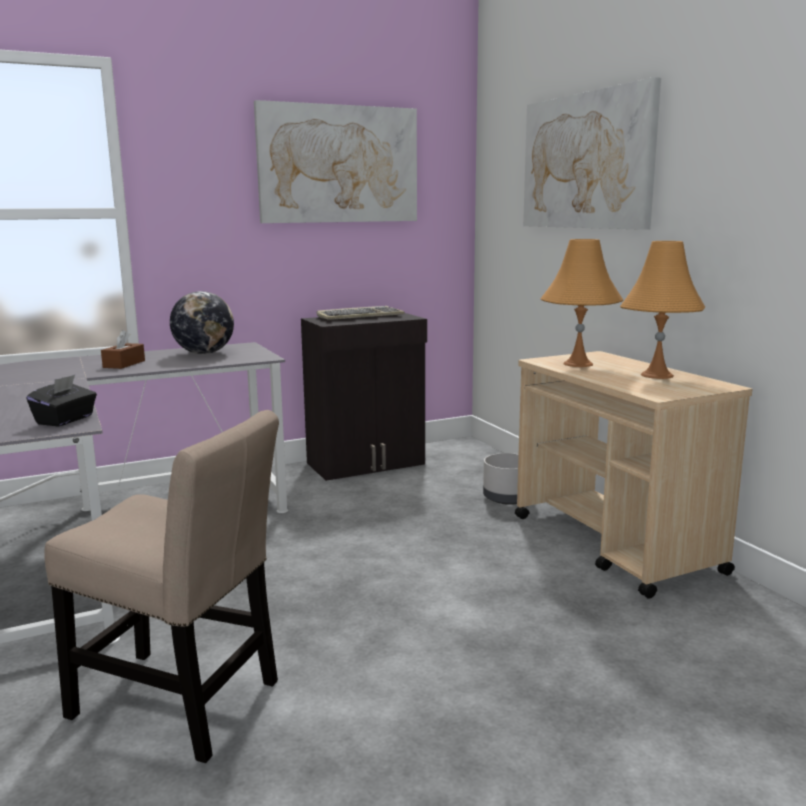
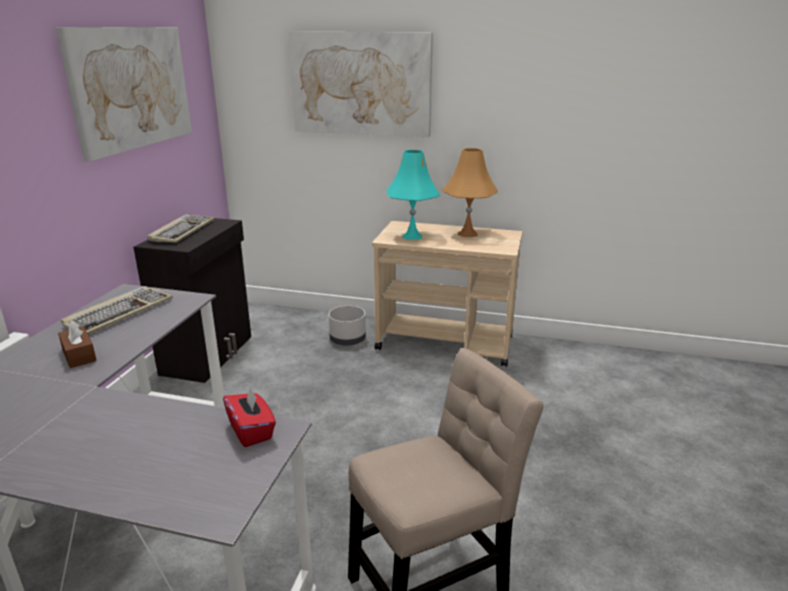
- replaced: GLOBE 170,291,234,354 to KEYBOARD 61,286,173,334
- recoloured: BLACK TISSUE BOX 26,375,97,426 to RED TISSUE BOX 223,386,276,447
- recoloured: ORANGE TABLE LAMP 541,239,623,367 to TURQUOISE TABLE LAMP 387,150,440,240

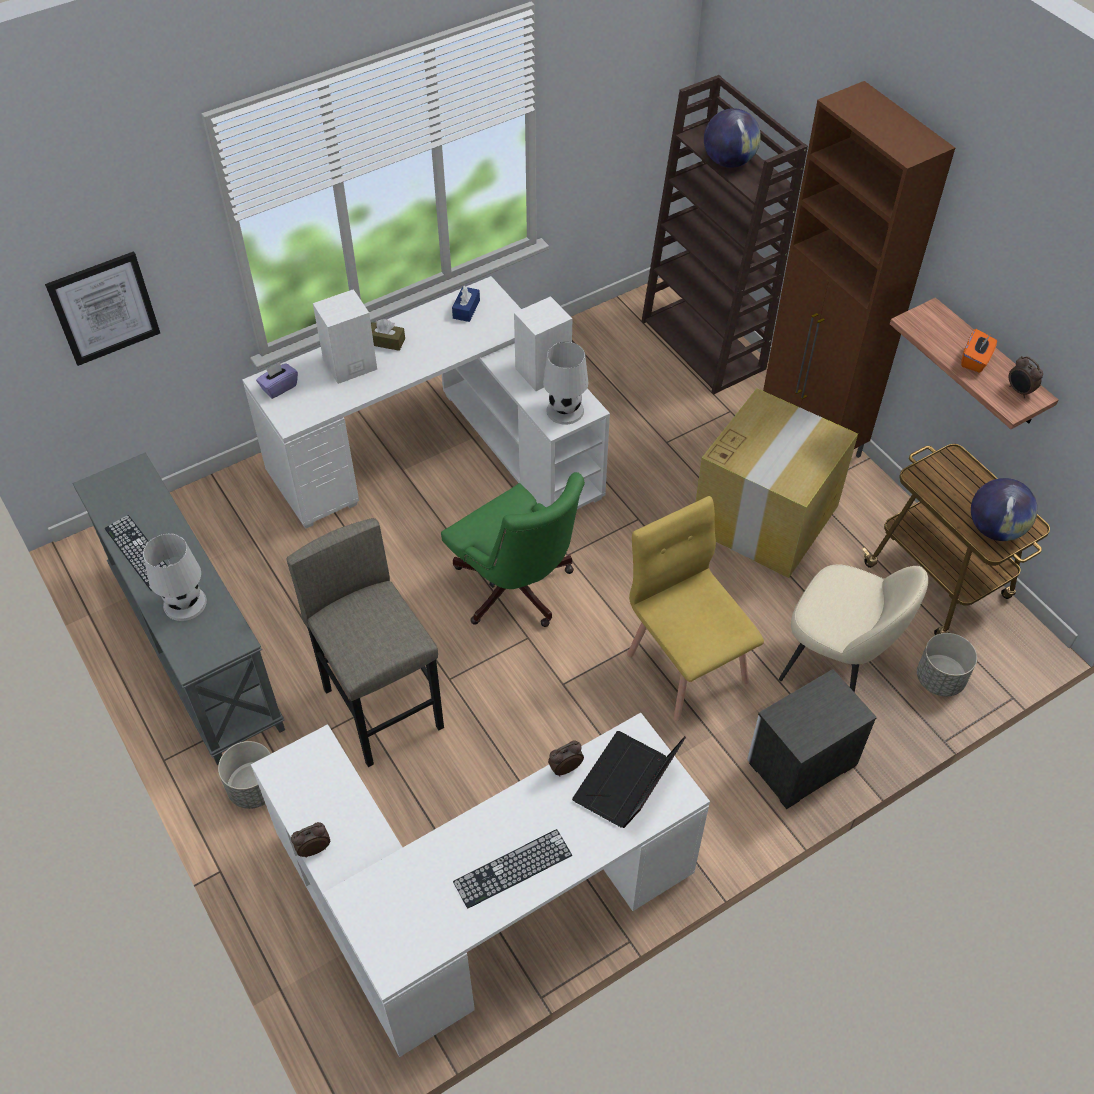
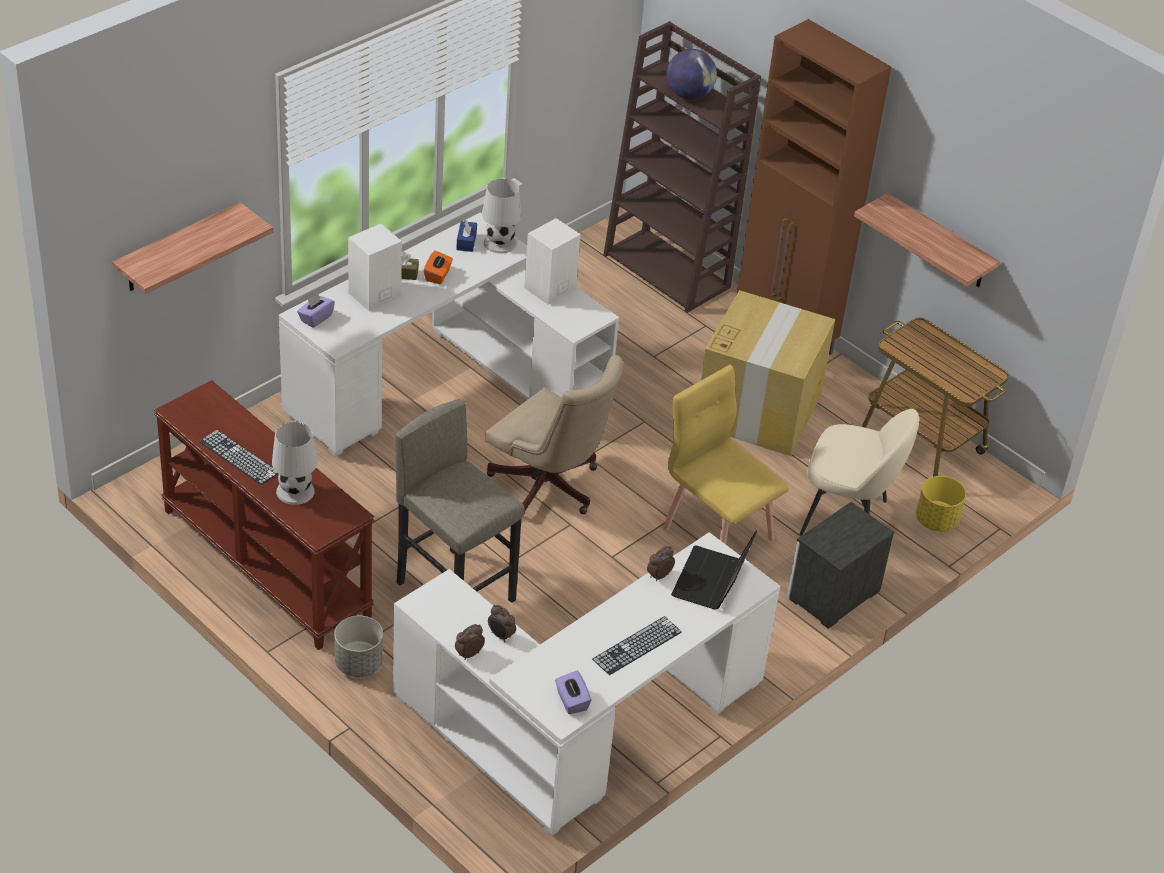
- replaced: PICTURE 45,251,160,366 to SHELF 112,202,273,294
- recoloured: GREY CONSOLE TABLE 73,453,285,765 to BROWN CONSOLE TABLE 154,380,374,650
- moved: ORANGE TISSUE BOX 961,329,997,373 to 424,250,453,284
- moved: WHITE TABLE LAMP 543,342,588,425 to 482,179,521,253
- recoloured: GREEN OFFICE CHAIR 441,472,585,627 to BEIGE OFFICE CHAIR 485,355,624,514
- moved: ALARM CLOCK 1009,356,1043,398 to 488,605,516,642
- added: PURPLE TISSUE BOX 555,670,591,714
- recoloured: GREY PLANTER 917,633,977,697 to YELLOW PLANTER 916,476,966,531
- removed: GLOBE 971,478,1038,541

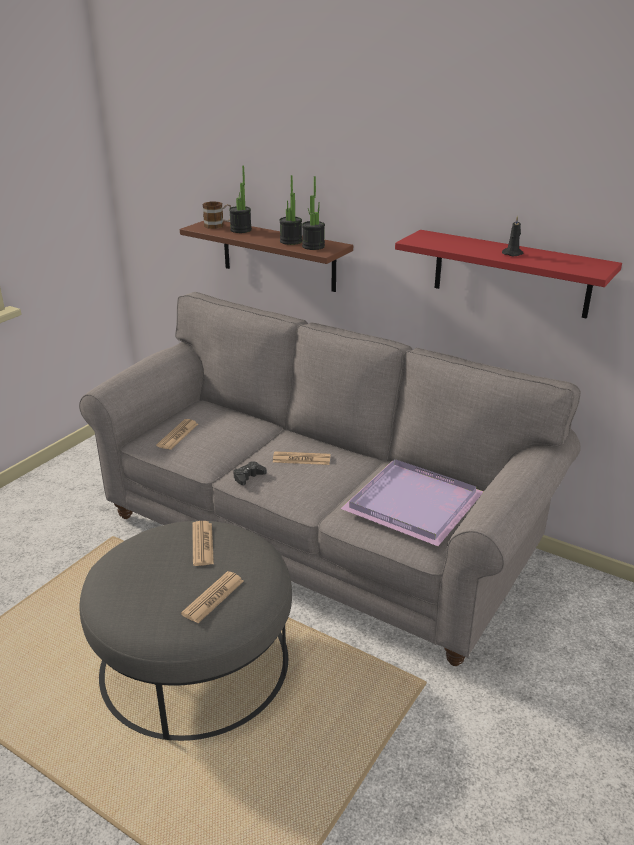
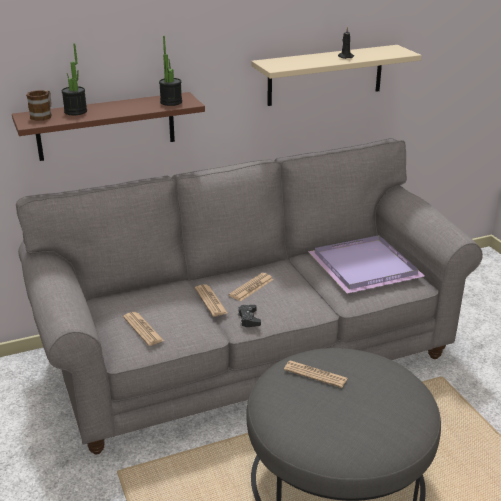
- moved: NEWSPAPER 181,571,244,623 to 195,284,228,316
- recoloured: RED SHELF 395,230,622,319 to BEIGE SHELF 251,45,422,106
- removed: POTTED PLANT 279,175,302,245

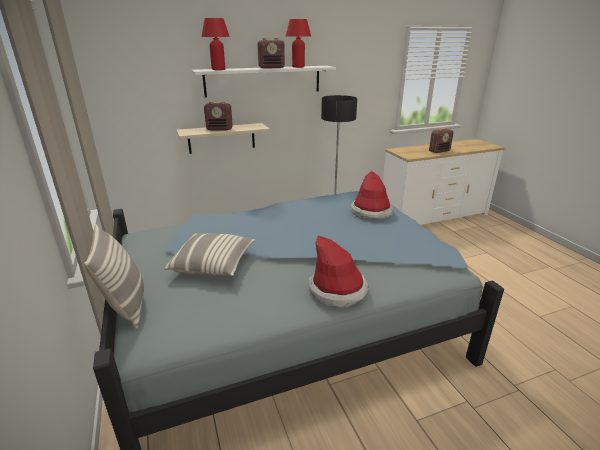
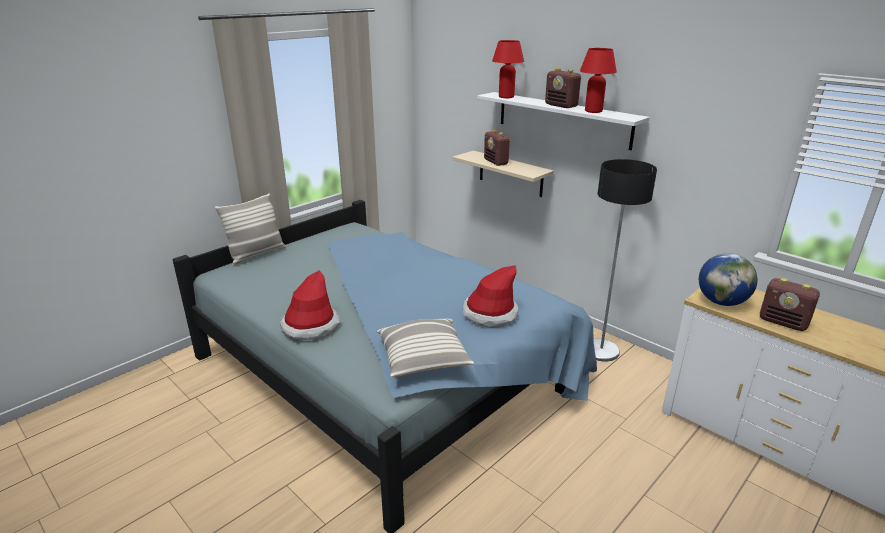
- moved: PILLOW 164,233,255,276 to 377,319,474,377
- added: GLOBE 699,253,757,306

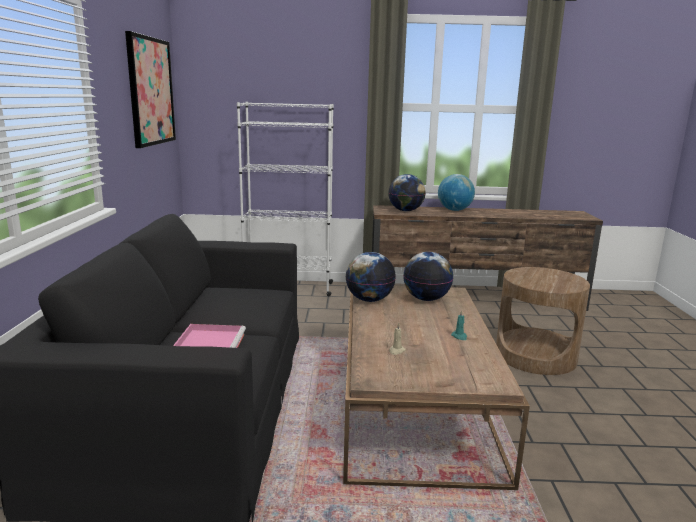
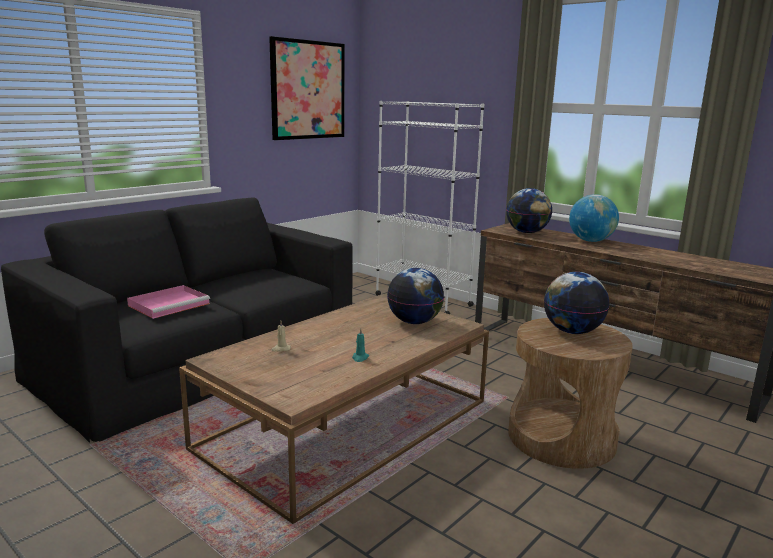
- moved: GLOBE 345,252,396,302 to 544,272,609,334

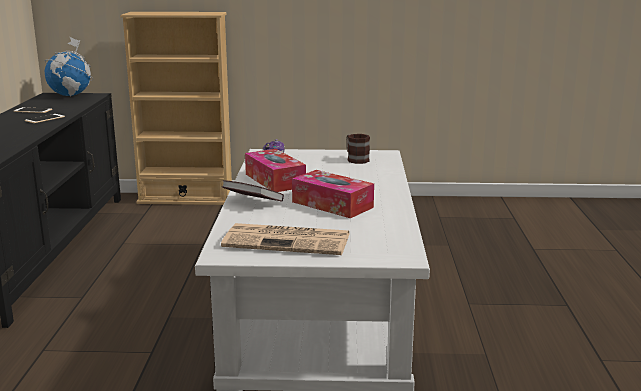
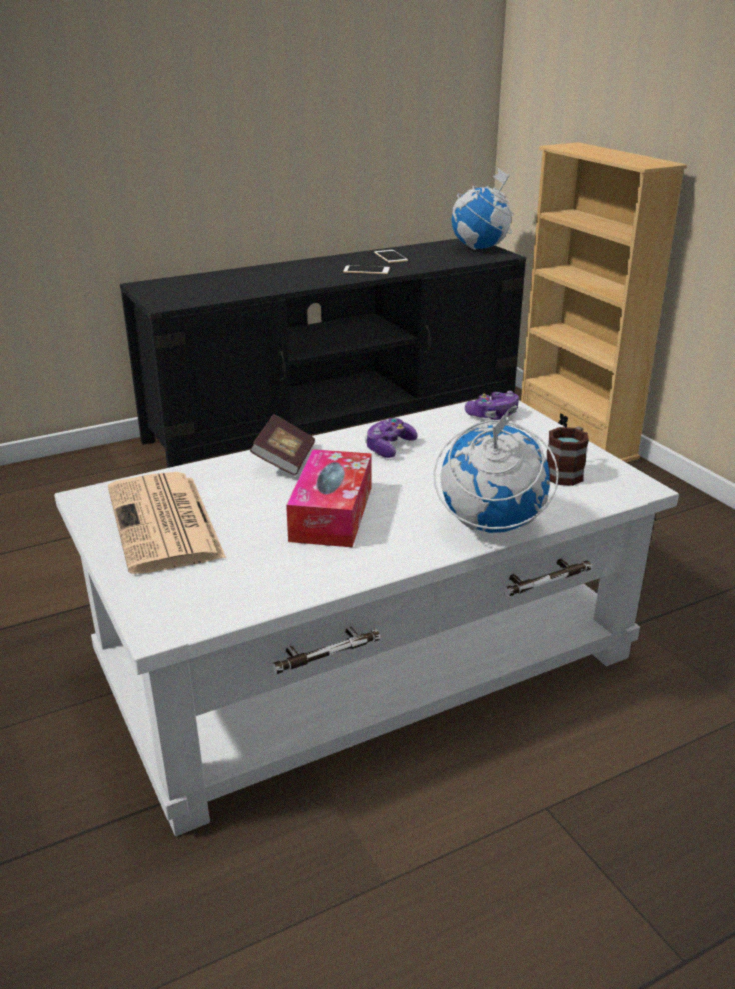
- replaced: TISSUE BOX 245,149,306,192 to GAME CONTROLLER 365,418,418,458
- added: GLOBE 433,408,559,533

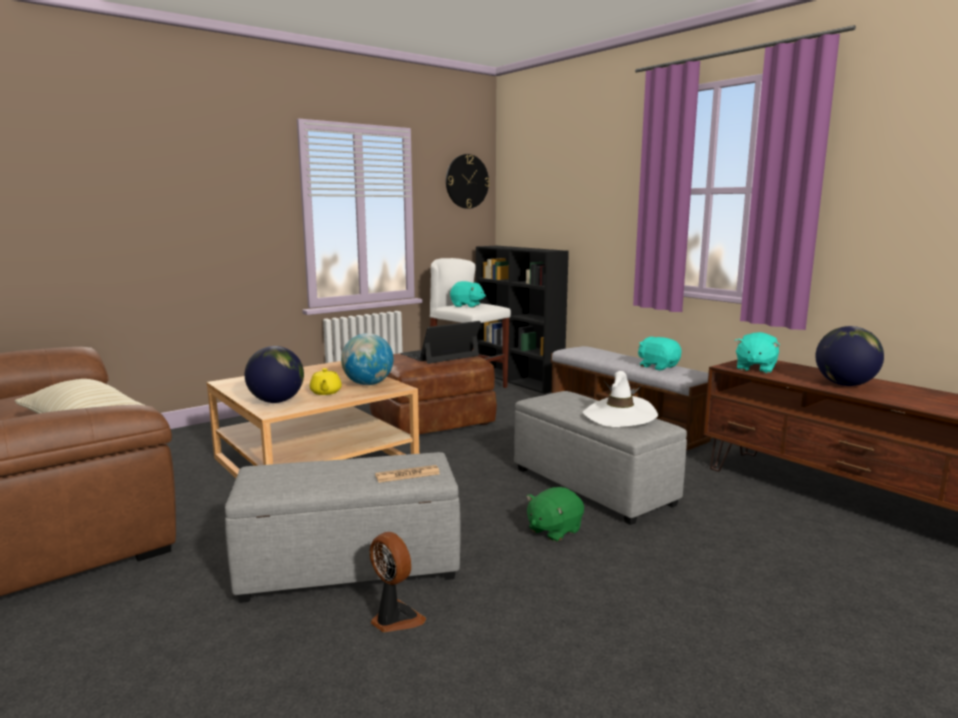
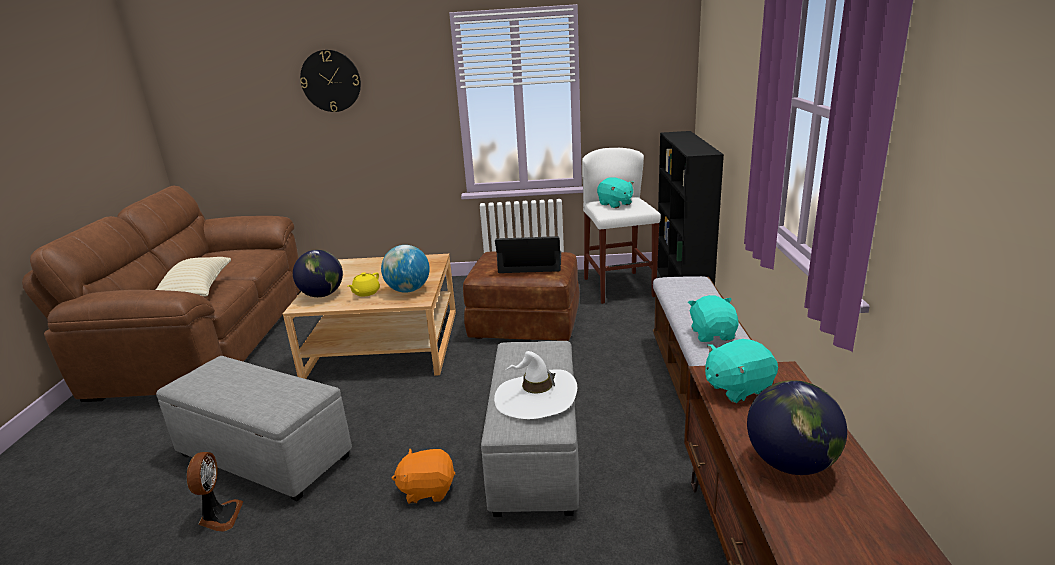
- moved: WALL CLOCK 446,154,490,209 to 300,50,361,112
- recoloured: GREEN PLUSH TOY 526,487,584,542 to ORANGE PLUSH TOY 392,448,455,504
- removed: NEWSPAPER 375,465,440,483

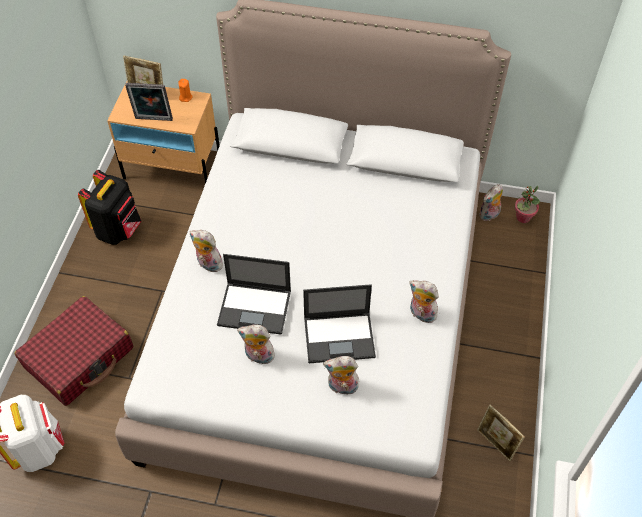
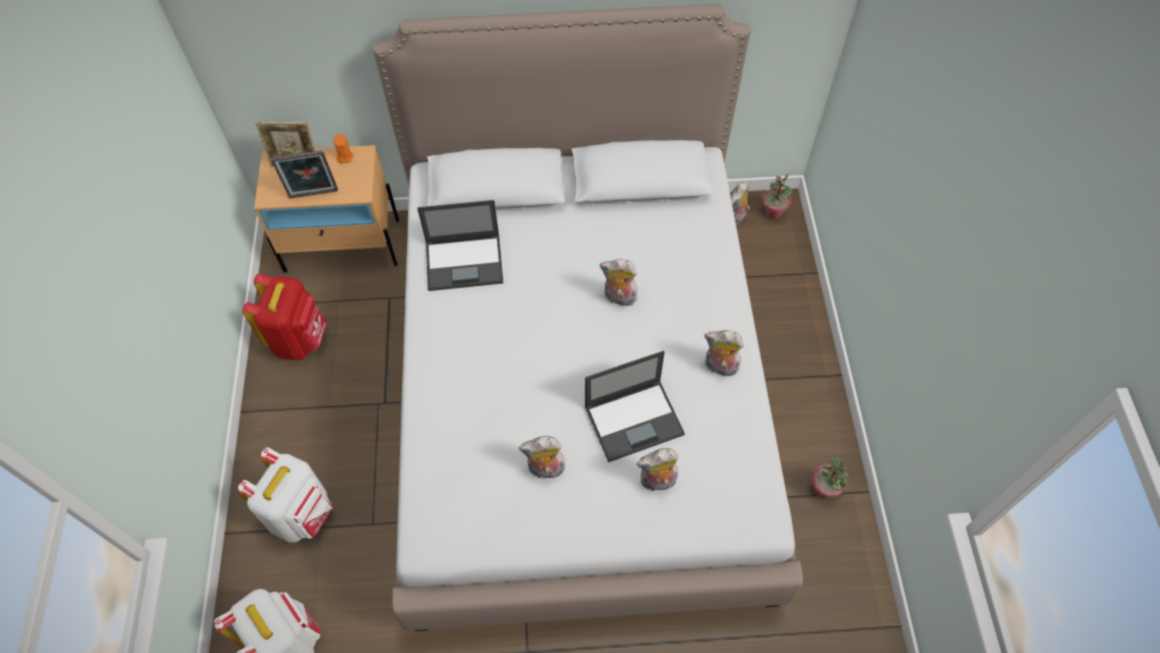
- replaced: RED SUITCASE 14,296,133,406 to WHITE BACKPACK 237,447,333,543
- recoloured: BLACK BACKPACK 78,170,141,245 to RED BACKPACK 243,273,327,360
- moved: LAPTOP 217,254,291,335 to 417,200,503,291
- moved: PLUSH TOY 189,230,223,272 to 600,259,640,306
- replaced: PICTURE FRAME 477,404,525,461 to POTTED PLANT 812,458,848,499

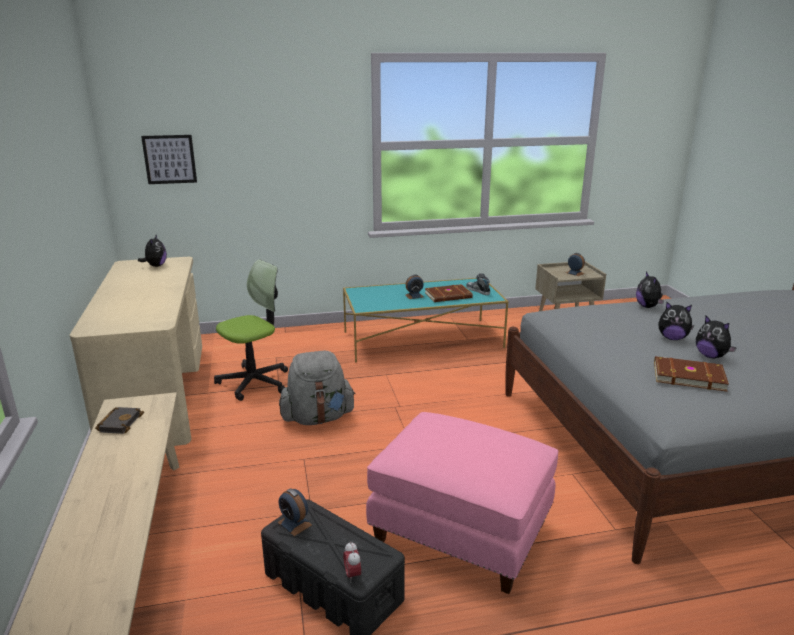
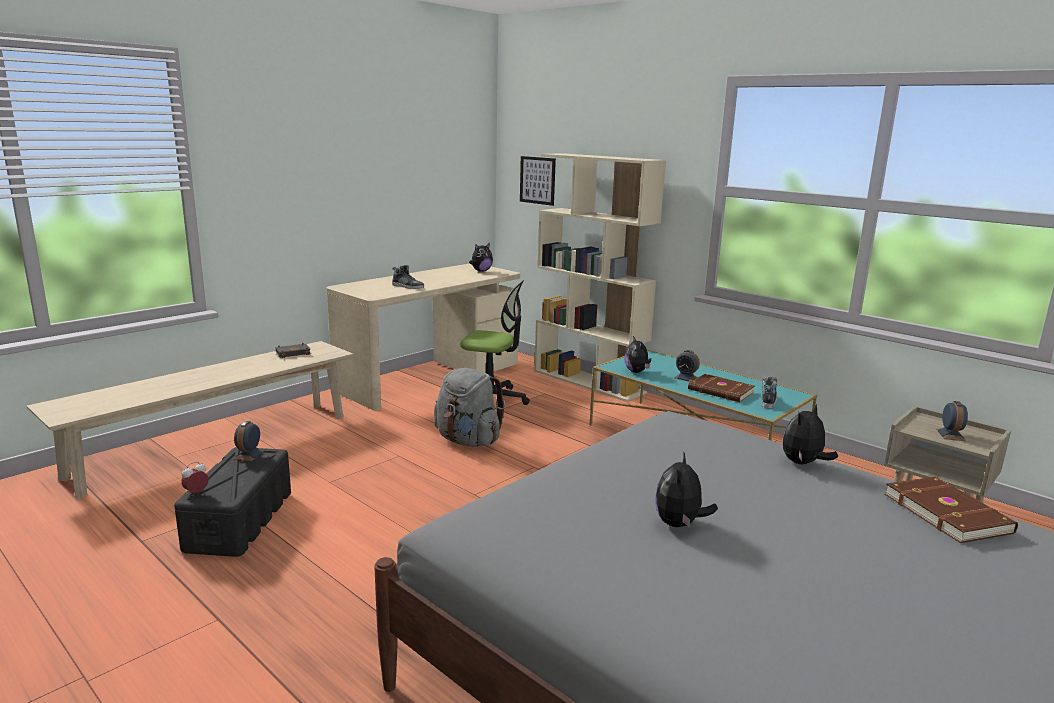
- added: SHOE 392,265,424,289
- added: BEIGE BOOKCASE 534,153,666,402
- moved: PLUSH TOY 658,302,694,340 to 624,336,651,373
- moved: BROWN BOOK 654,356,729,392 to 884,477,1018,543
- removed: PINK OTTOMAN 366,412,558,594

